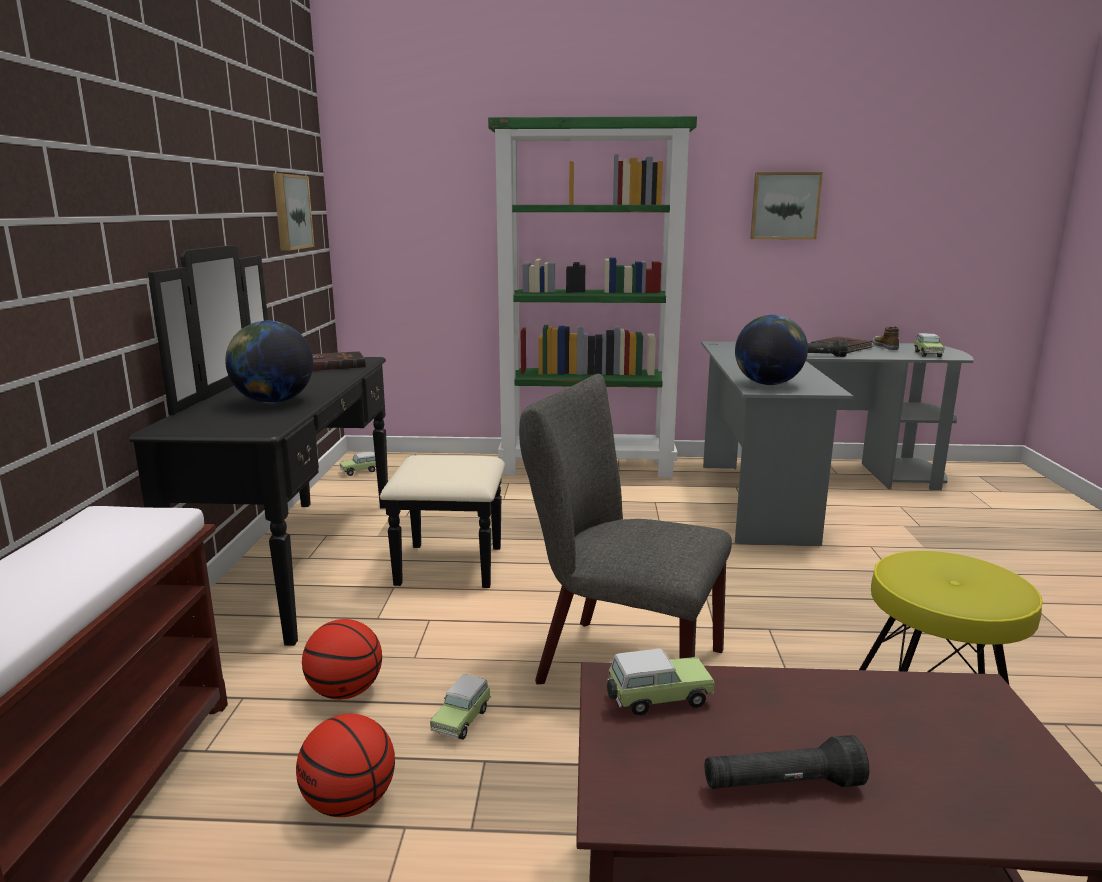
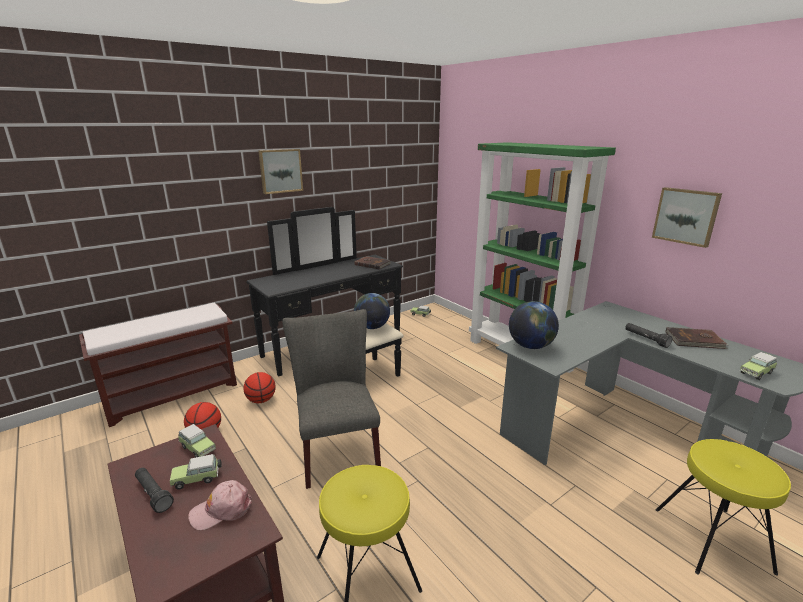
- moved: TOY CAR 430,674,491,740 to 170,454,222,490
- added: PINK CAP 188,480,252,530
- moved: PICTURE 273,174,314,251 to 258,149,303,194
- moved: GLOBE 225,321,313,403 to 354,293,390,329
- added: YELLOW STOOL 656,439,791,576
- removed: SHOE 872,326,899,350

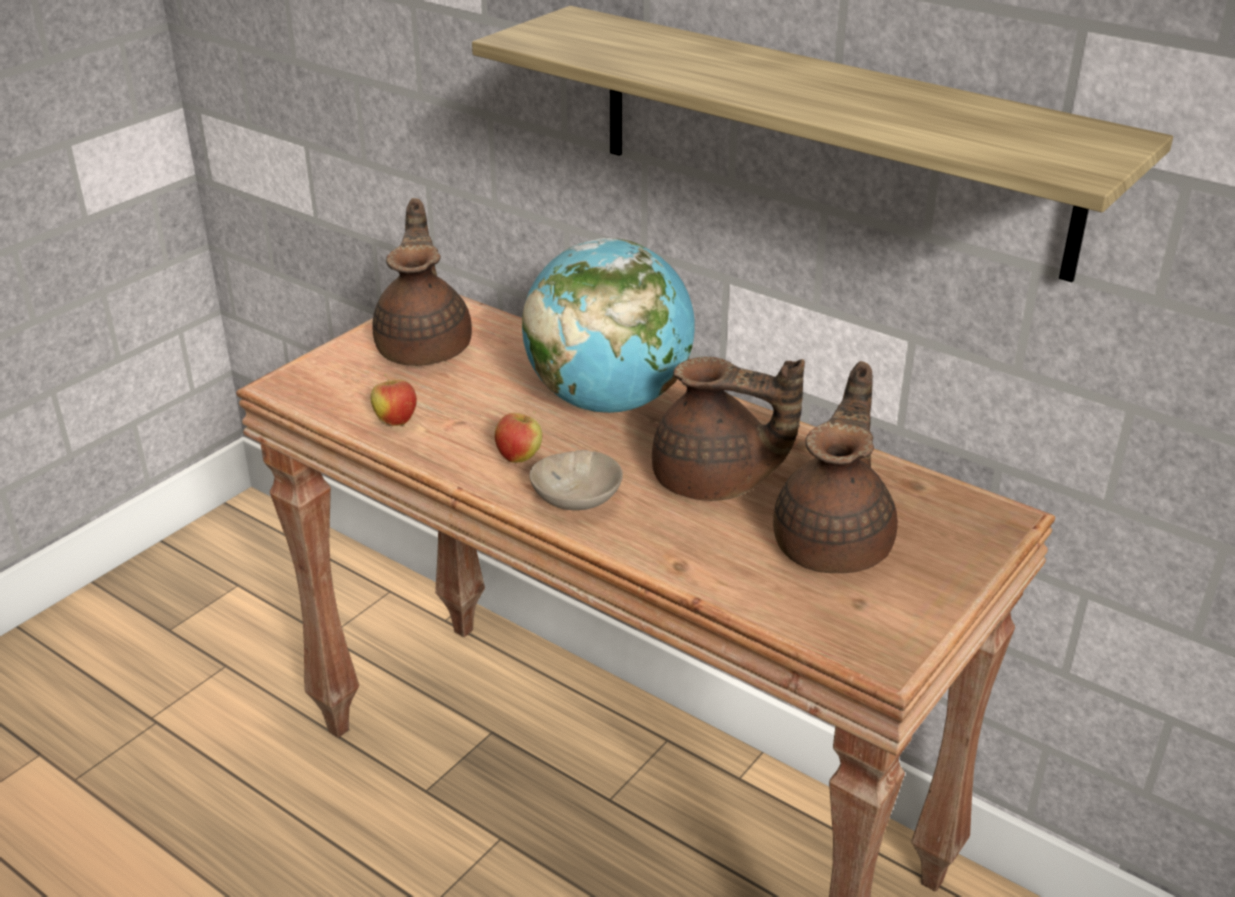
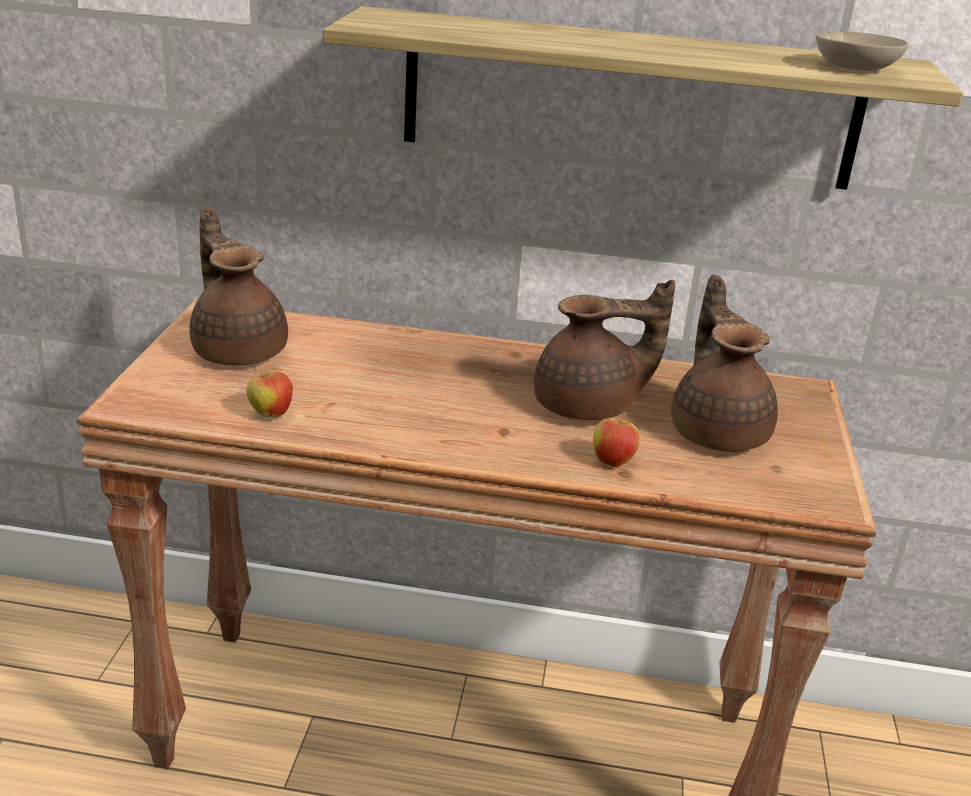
- moved: APPLE 495,411,543,463 to 593,413,640,467
- moved: BEIGE BOWL 529,450,623,510 to 816,31,909,71
- removed: GLOBE 522,238,695,413

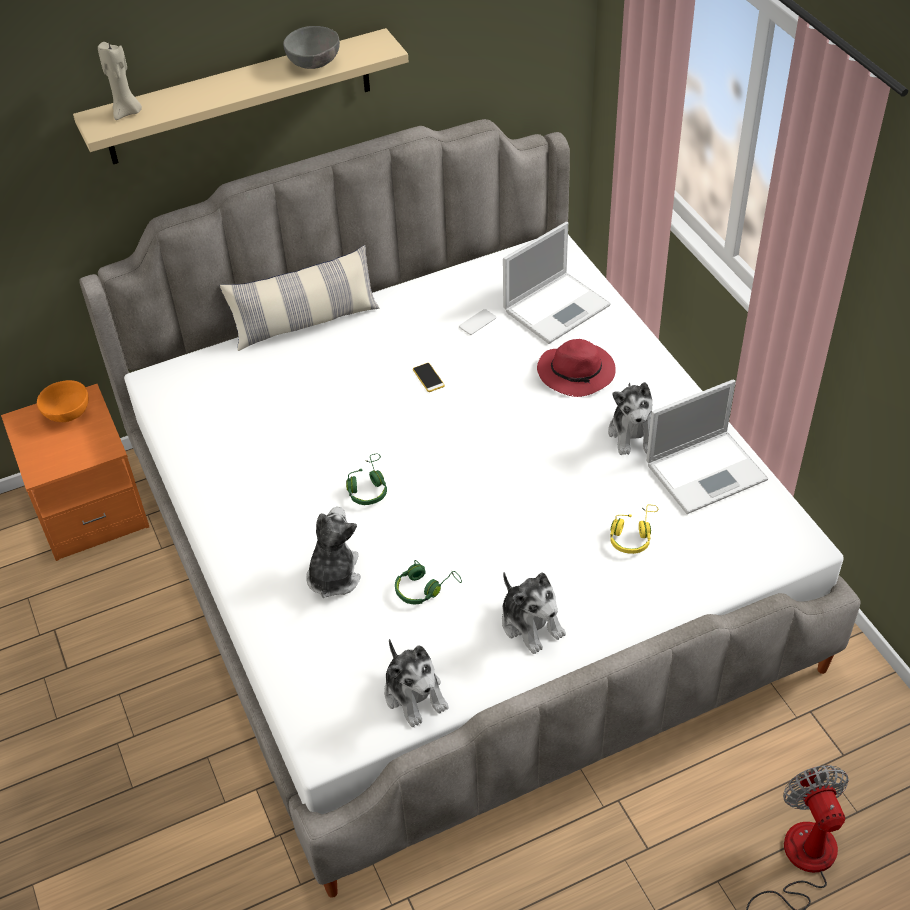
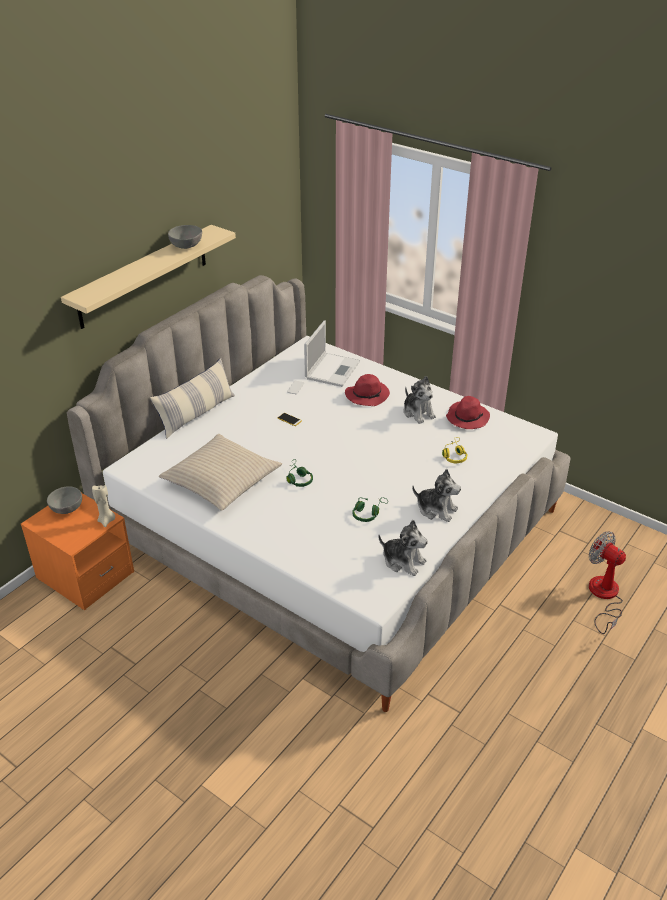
- recoloured: ORANGE BOWL 37,380,88,422 to GREY BOWL 47,486,82,514
- moved: BEIGE CANDLE 98,41,142,120 to 92,485,115,527
- added: BEIGE PILLOW 159,434,282,511
- replaced: LAPTOP 646,380,768,514 to RED HAT 446,396,490,429
- removed: PLUSH TOY 306,507,361,598

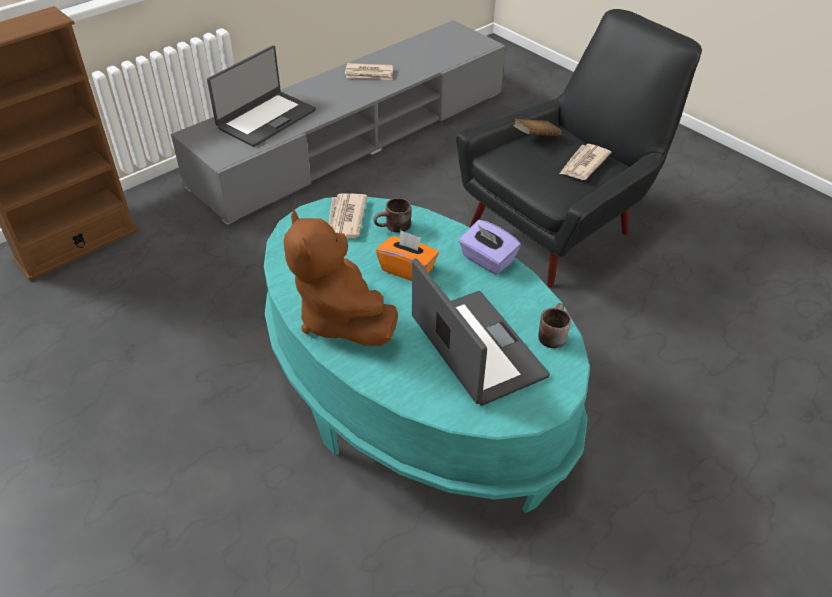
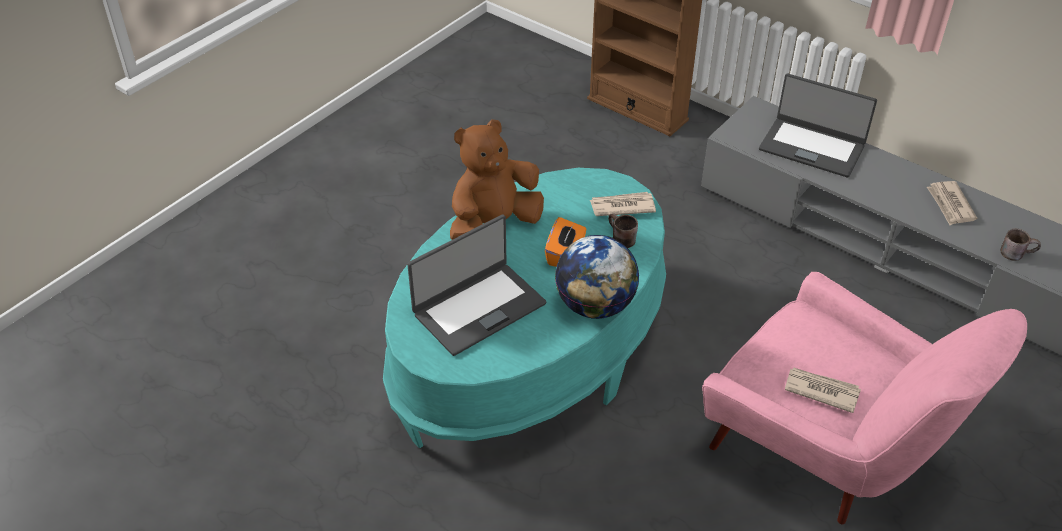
- replaced: PURPLE TISSUE BOX 459,220,521,275 to GLOBE 555,235,639,319
- recoloured: BLACK ARMCHAIR 456,9,702,287 to PINK ARMCHAIR 702,272,1027,524
- moved: BROWN MUG 538,303,571,348 to 1000,229,1041,261
- removed: BROWN BOOK 513,119,562,137

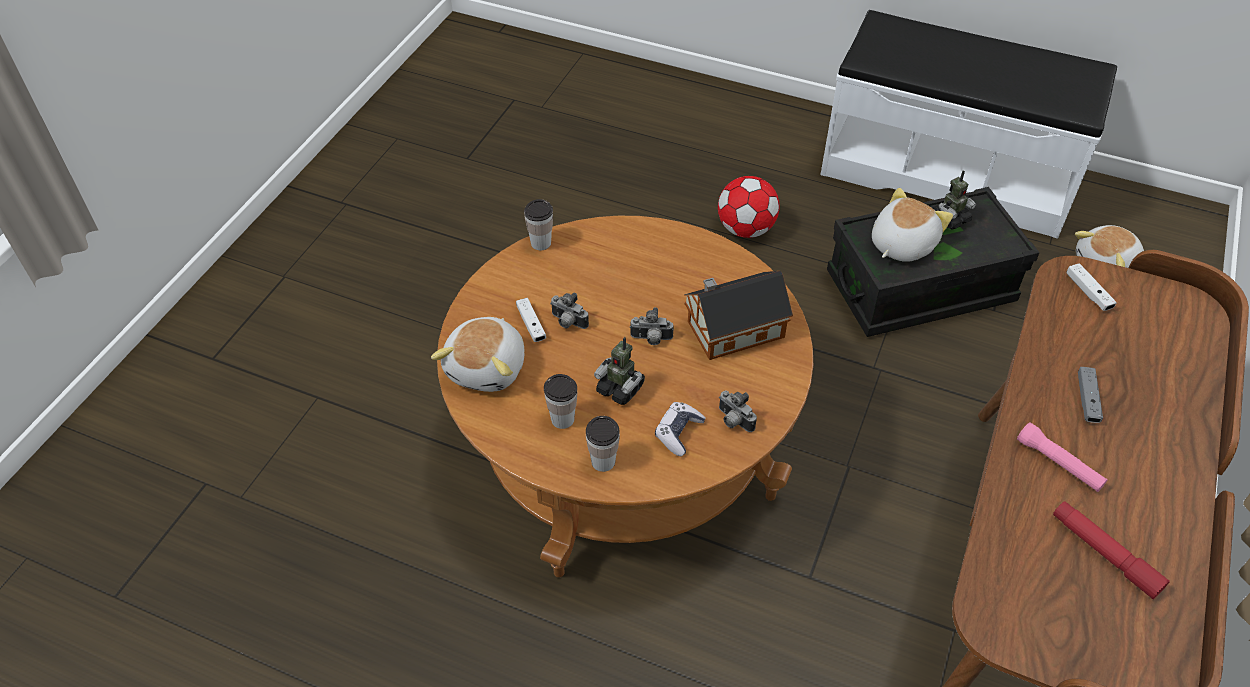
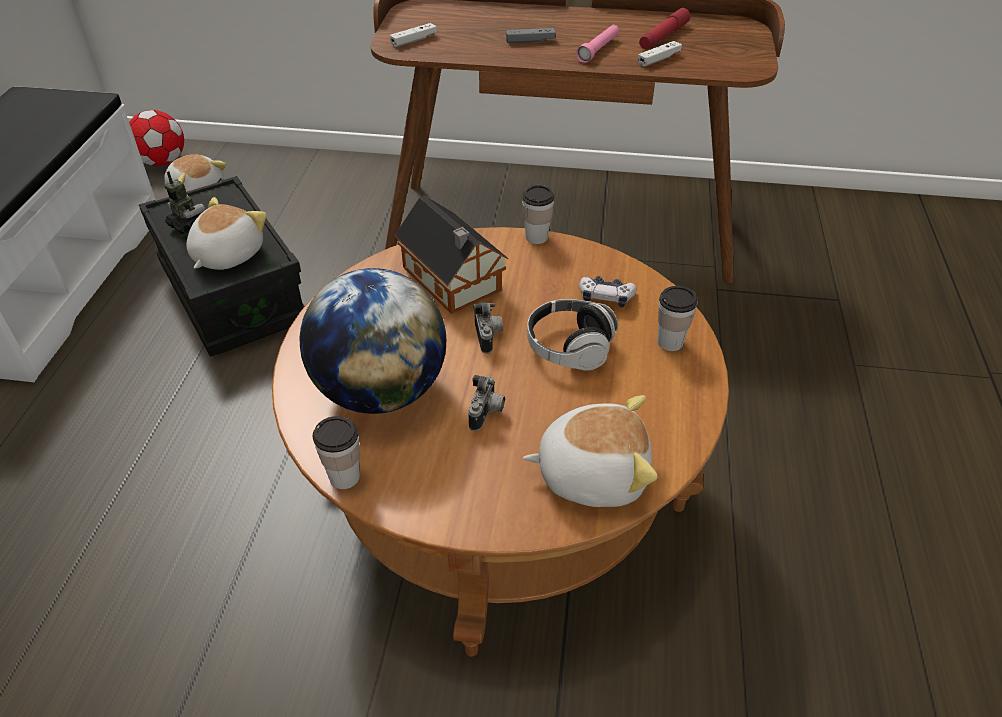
- moved: FOOTBALL 718,176,780,238 to 129,110,184,166
- turned: PLUSH TOY 872,188,953,262 = 186,197,267,270 90 degrees clockwise
- added: GLOBE 299,268,446,414
- moved: CUP 544,374,577,429 to 522,185,554,244
- replaced: TOY ROBOT 594,337,645,405 to HEADPHONES 527,299,618,371
- moved: WHITE GAME CONTROLLER 516,298,546,342 to 638,41,682,67
- removed: PHOTO CAMERA 719,391,757,432

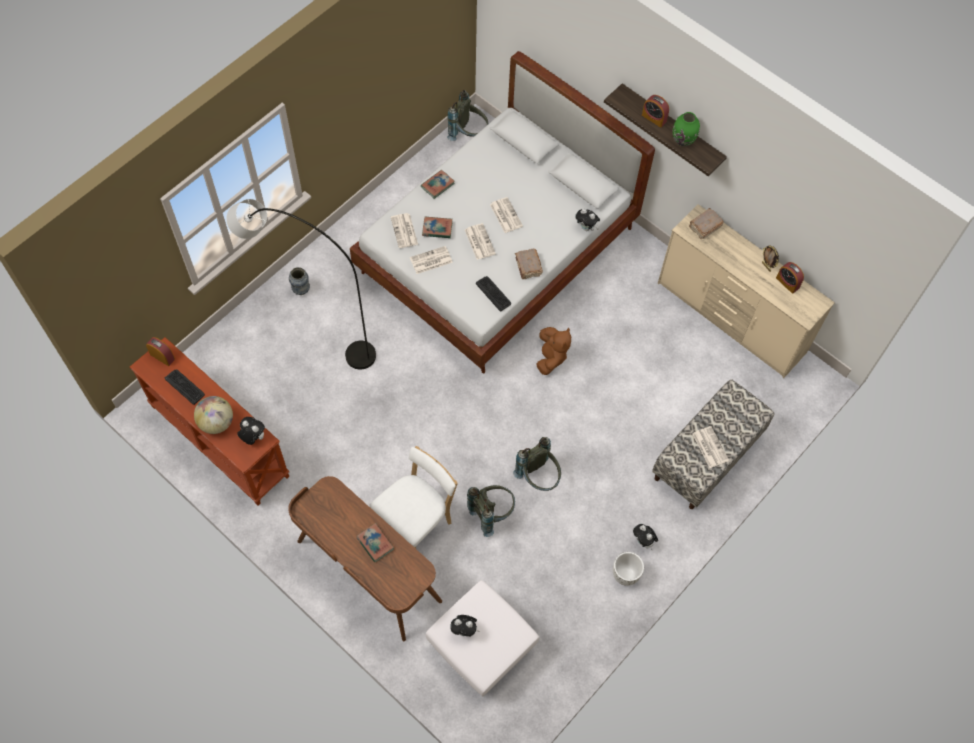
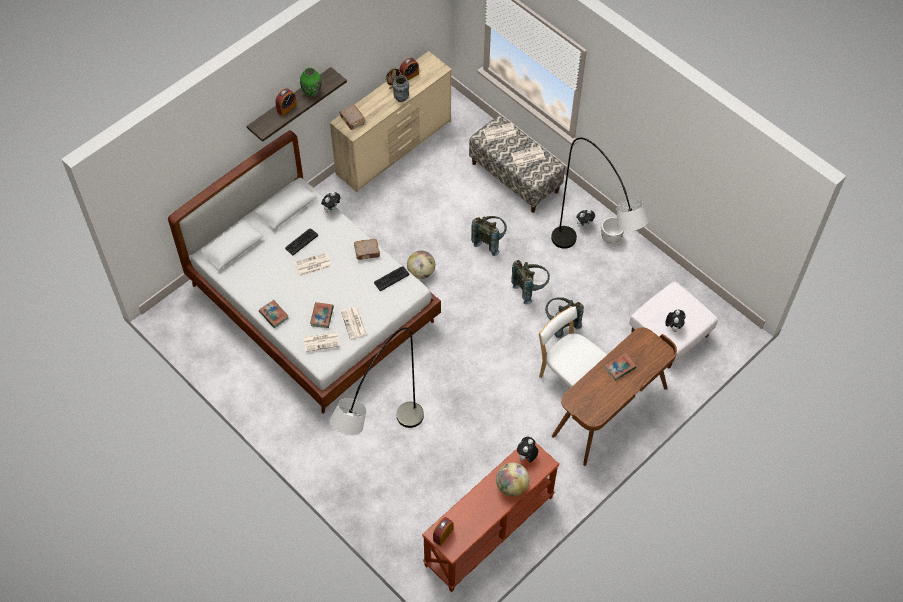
- moved: KEYBOARD 165,369,205,405 to 285,229,318,255
- moved: VASE 289,267,310,295 to 393,75,409,102
- replaced: BROWN PLUSH TOY 536,327,571,375 to GLOBE 407,251,435,279
- moved: GREY BACKPACK 447,90,489,141 to 471,216,507,256
- moved: NEWSPAPER 465,223,496,260 to 483,123,516,142
- added: GREY FLOOR LAMP 551,138,649,249

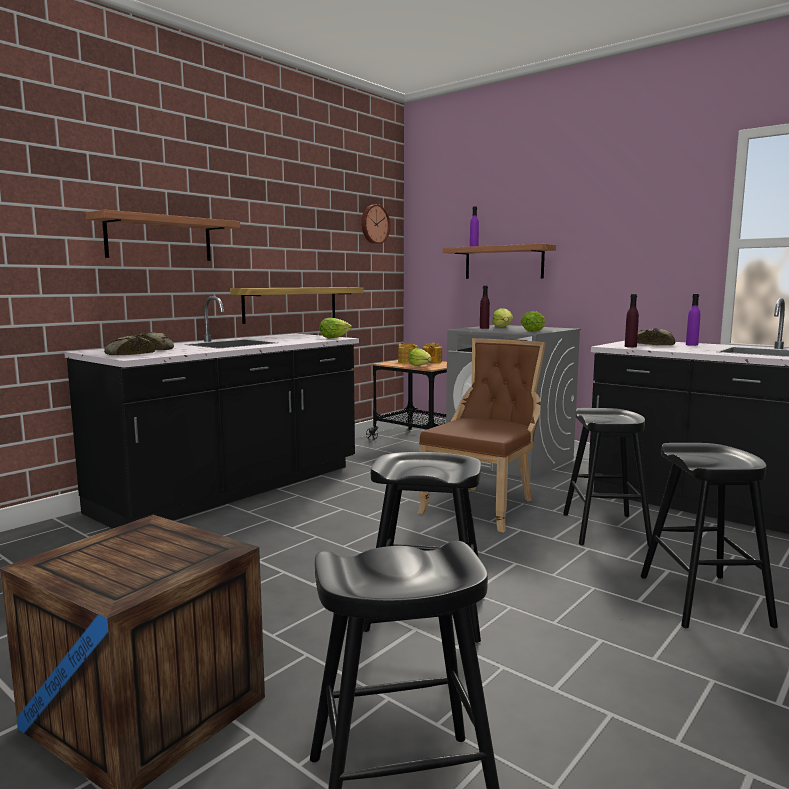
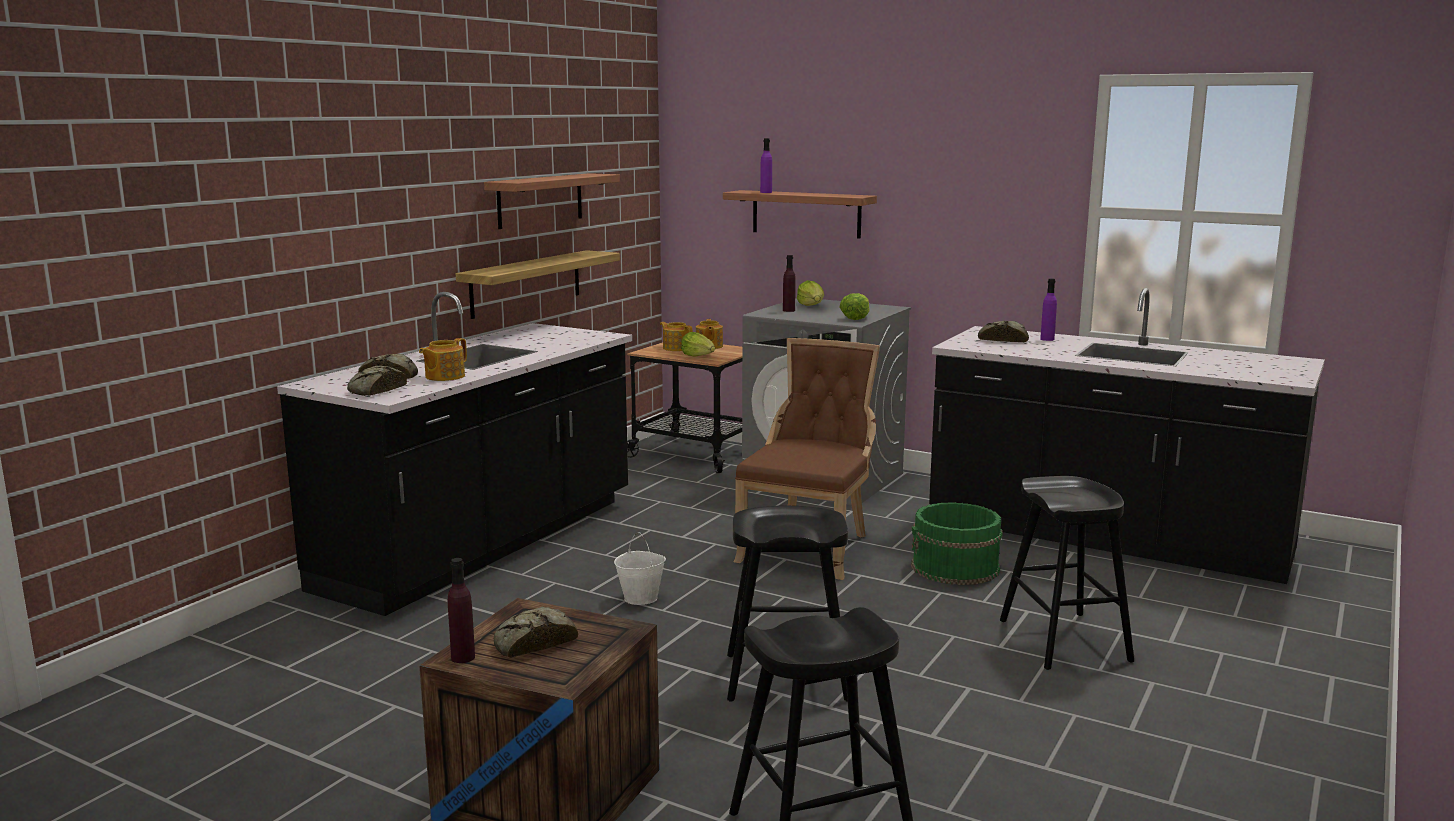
- added: TEAPOT 419,338,467,381
- moved: PURPLE BOTTLE 625,294,639,347 to 448,558,475,663
- moved: SHELF 86,210,240,261 to 484,173,620,229
- added: BREAD 494,607,578,658
- added: WHITE BUCKET 614,532,666,605
- replaced: BLACK STOOL 563,408,652,546 to GREEN BUCKET 911,502,1003,585
- removed: LETTUCE 320,318,352,339
- removed: WALL CLOCK 361,204,390,244

